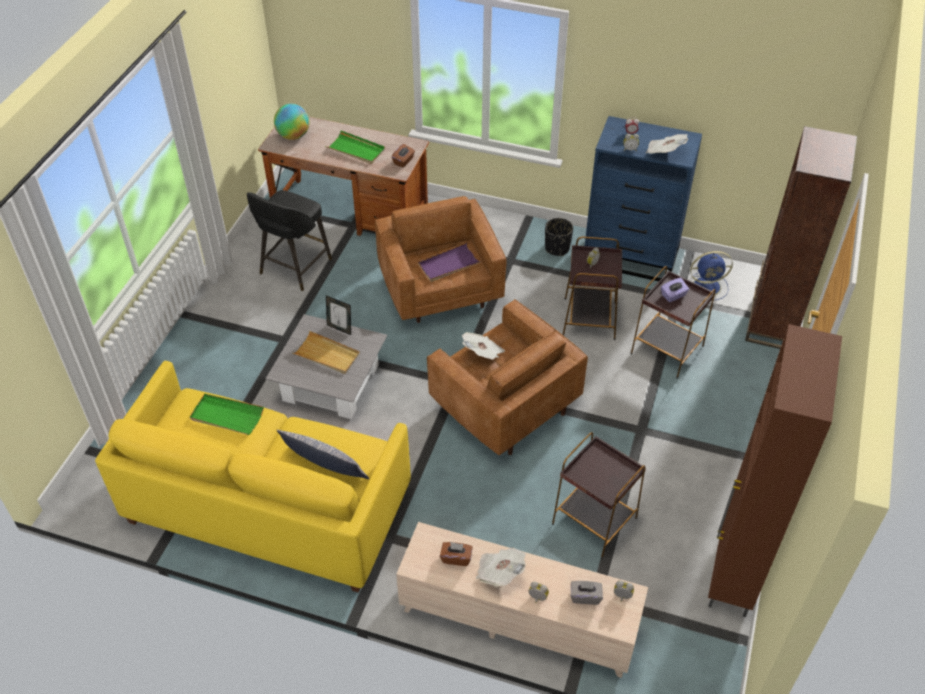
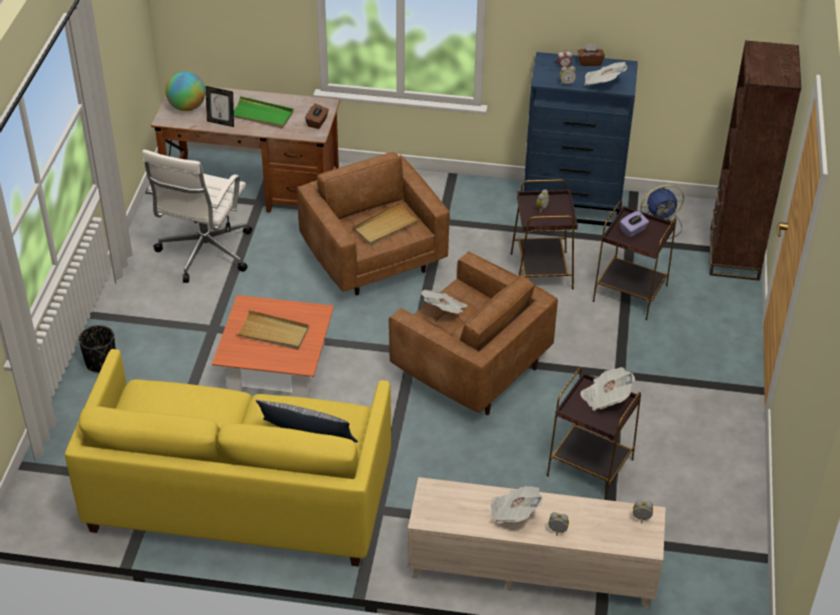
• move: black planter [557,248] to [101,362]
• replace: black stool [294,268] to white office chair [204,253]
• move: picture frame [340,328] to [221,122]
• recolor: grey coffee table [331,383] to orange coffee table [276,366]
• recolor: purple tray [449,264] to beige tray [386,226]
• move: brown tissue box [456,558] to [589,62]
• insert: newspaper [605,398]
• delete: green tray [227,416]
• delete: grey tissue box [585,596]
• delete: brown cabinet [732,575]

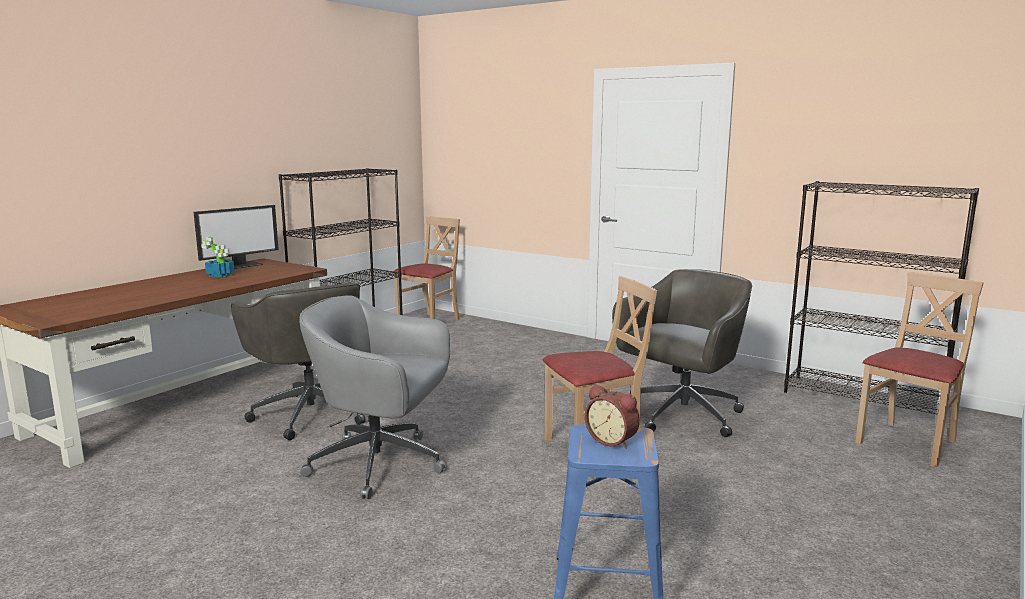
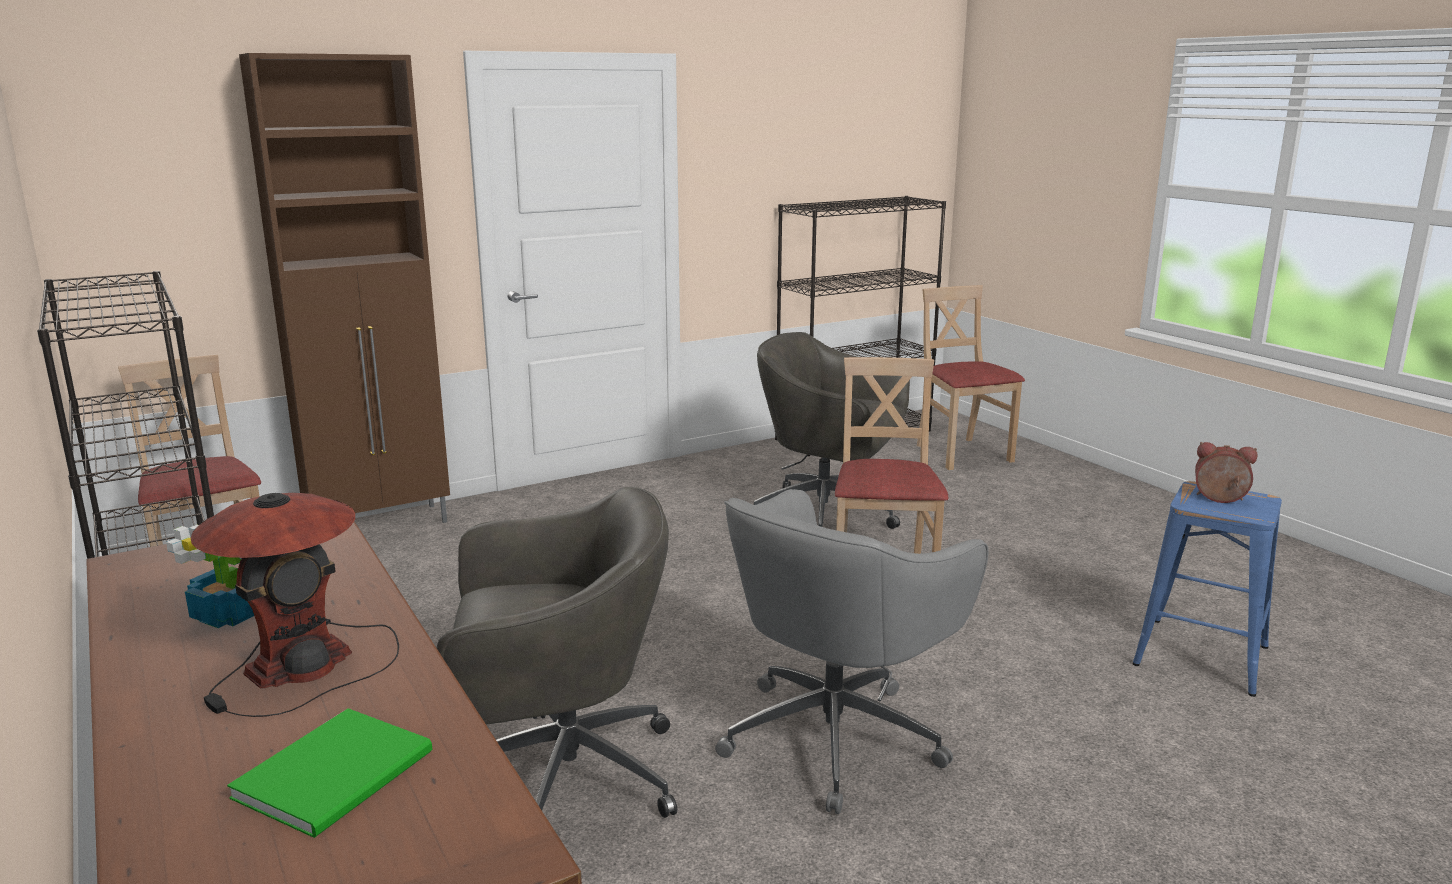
• insert: table lamp [302,663]
• insert: green book [341,773]
• insert: brown cabinet [381,525]
• rotate: grey office chair [681,416] = [828,516] 45 degrees counterclockwise
• rotate: alarm clock [612,440] = [1219,500] 135 degrees counterclockwise
• delete: monitor [241,265]

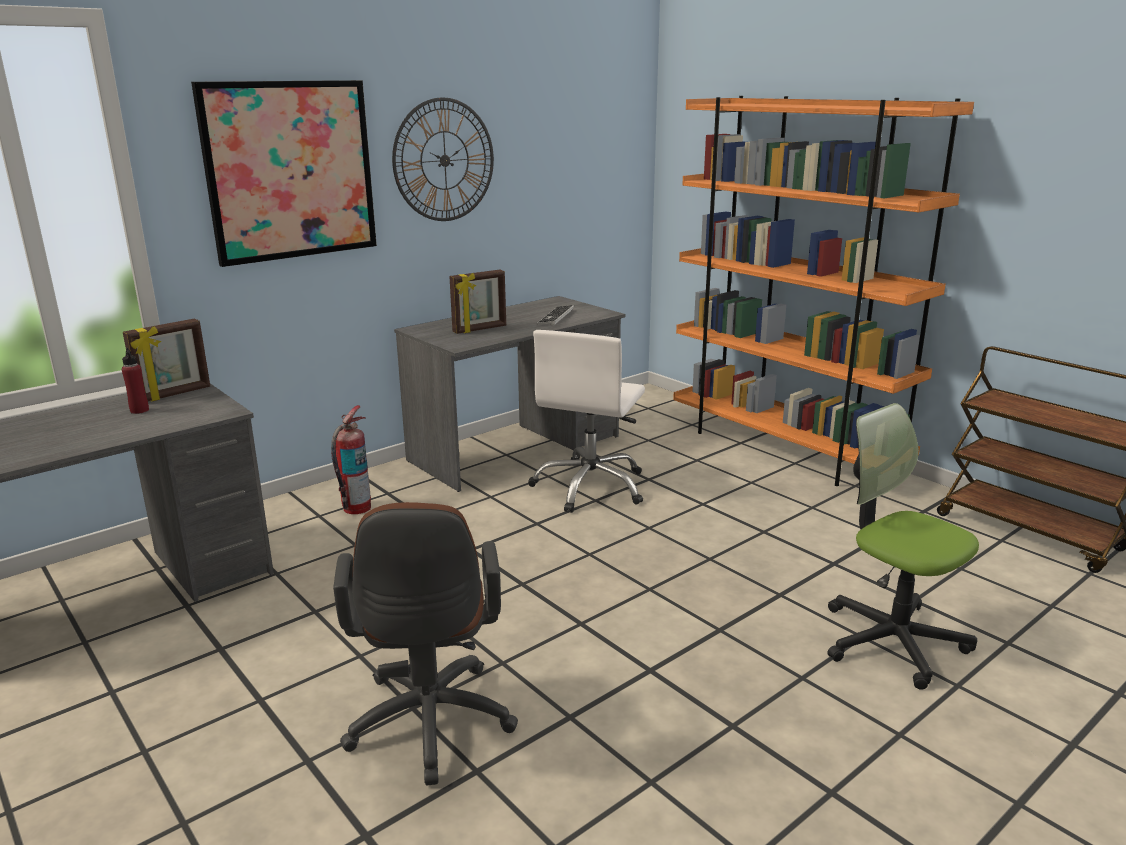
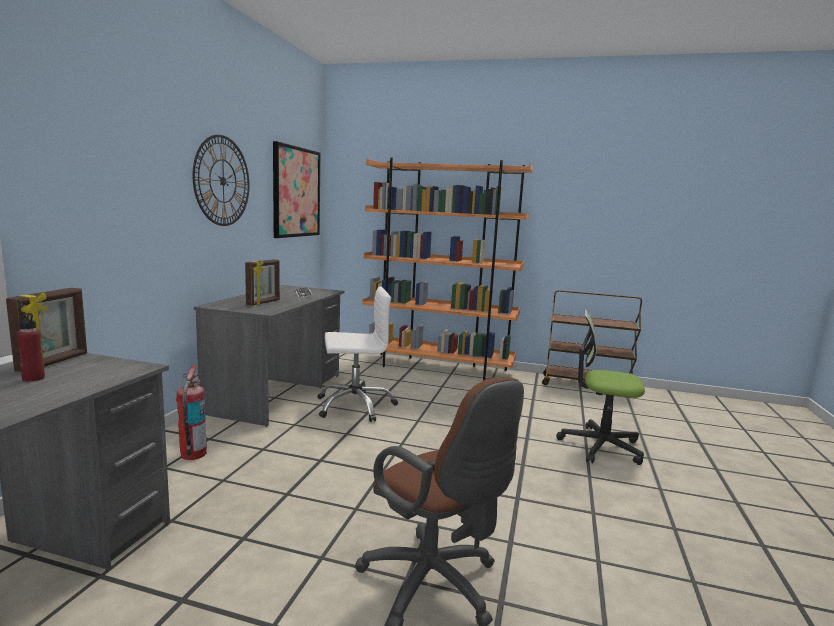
• move: picture [290,170] to [296,192]
• rotate: white office chair [590,487] = [355,405] 90 degrees counterclockwise

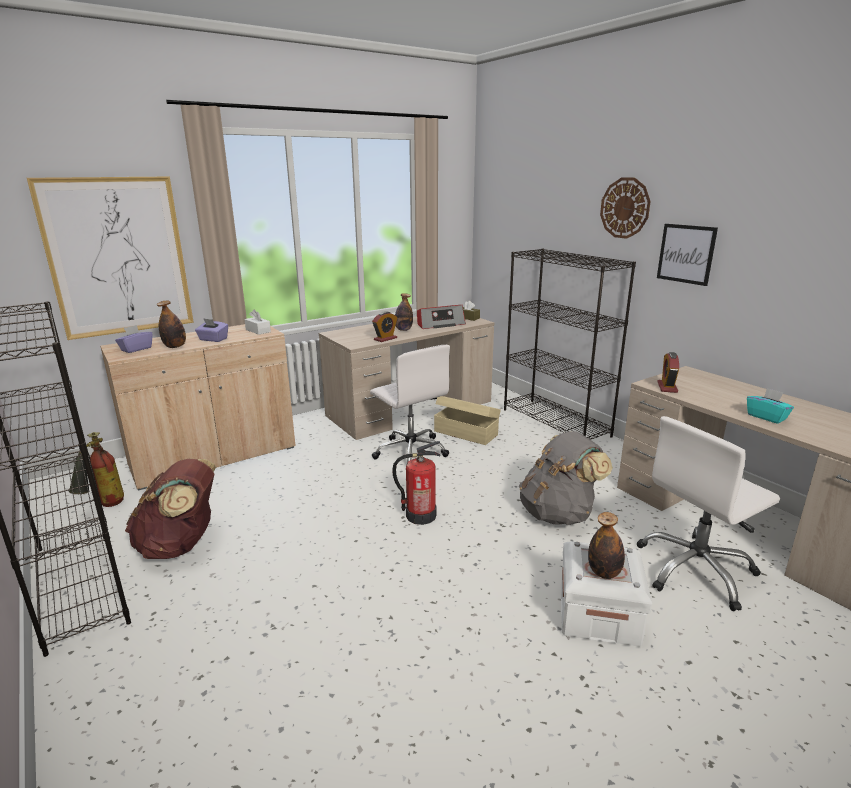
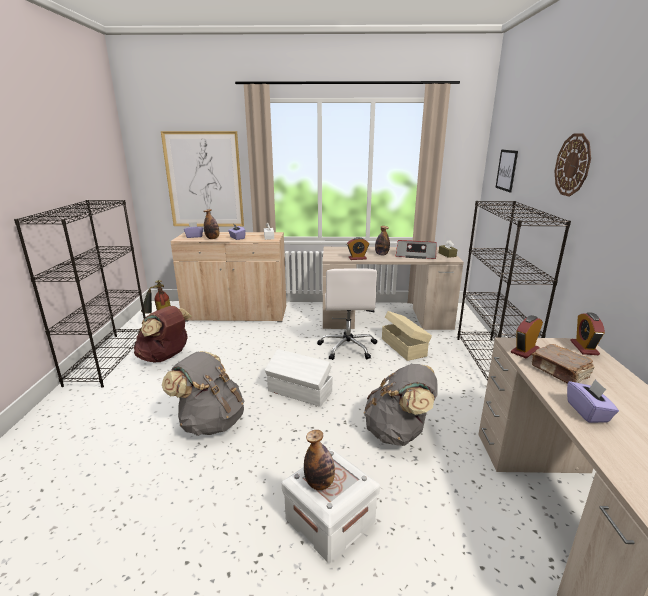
• insert: grey backpack [210,422]
• replace: fire extinguisher [420,515] to white storage box [300,392]
• move: picture [686,254] to [506,170]
• insert: brown book [560,372]
• recolor: turquoise tissue box [766,417] to purple tissue box [588,412]
• insert: alarm clock [584,348]
• delete: white office chair [695,570]

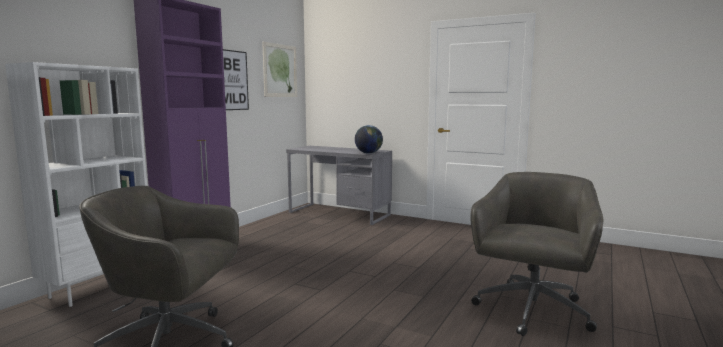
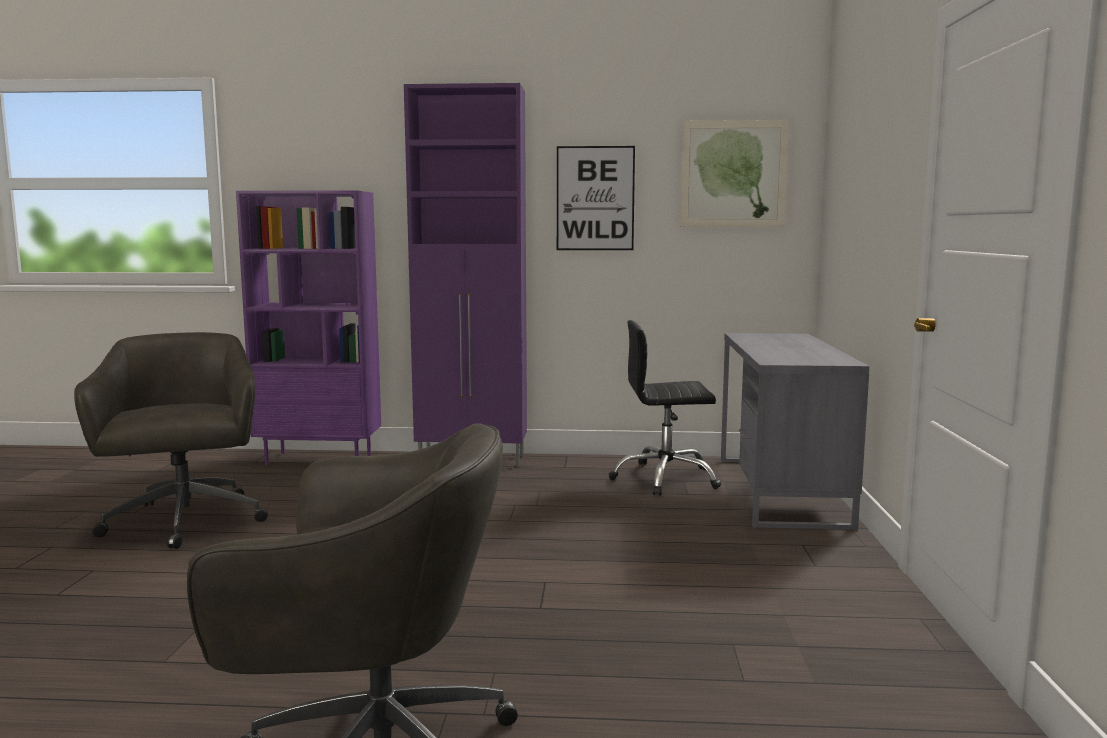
• recolor: white bookcase [99,286] to purple bookcase [320,459]
• insert: black office chair [665,479]
• delete: globe [368,153]

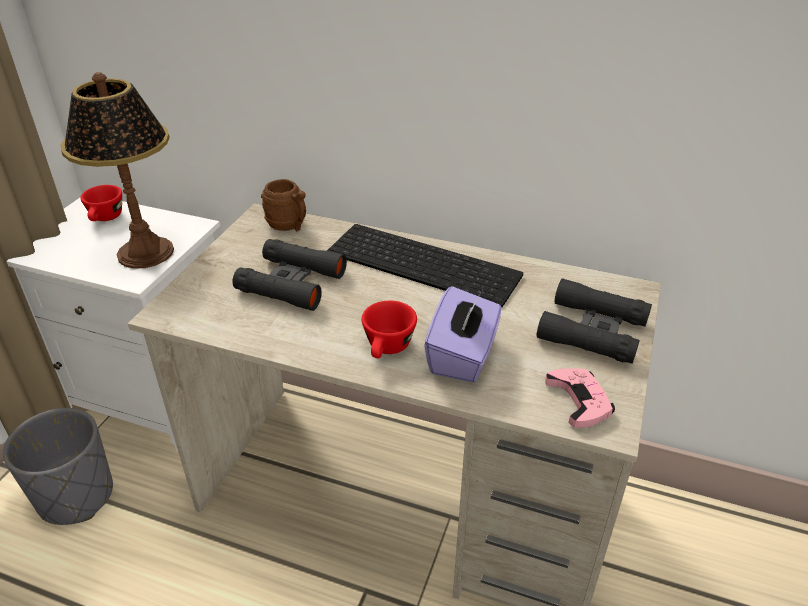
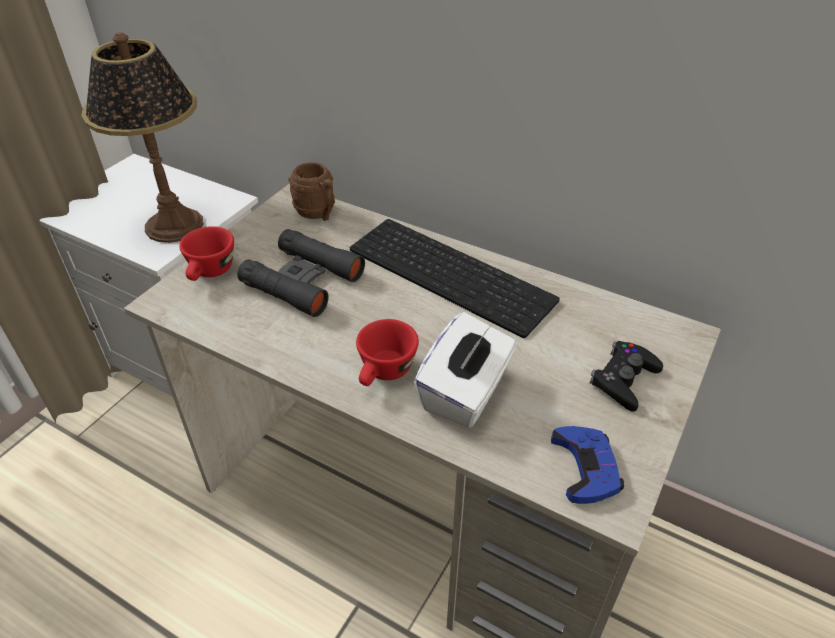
• move: red cup [105,219] to [210,273]
• recolor: purple tissue box [463,356] to white tissue box [465,392]
• recolor: pink game controller [579,400] to blue game controller [586,468]
• replace: black binoculars [592,330] to black game controller [624,380]
• delete: grey planter [76,496]

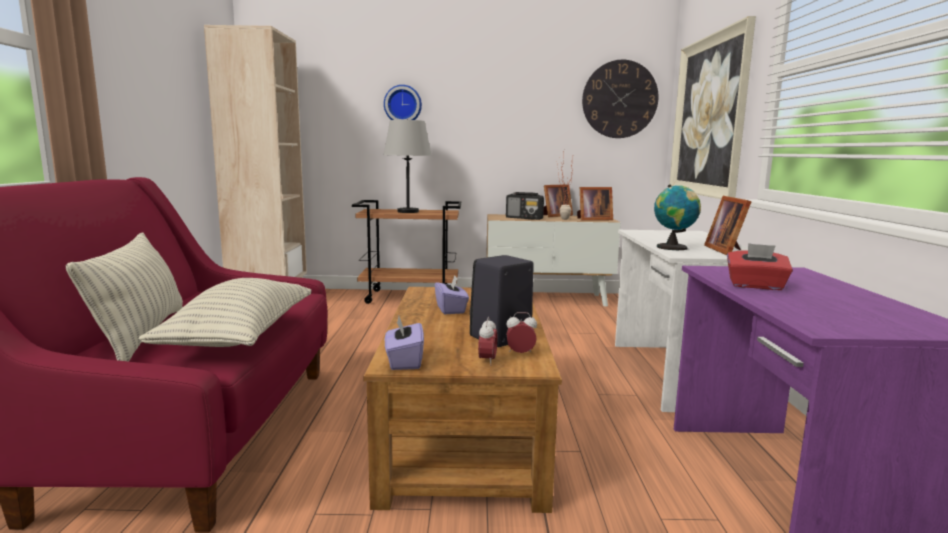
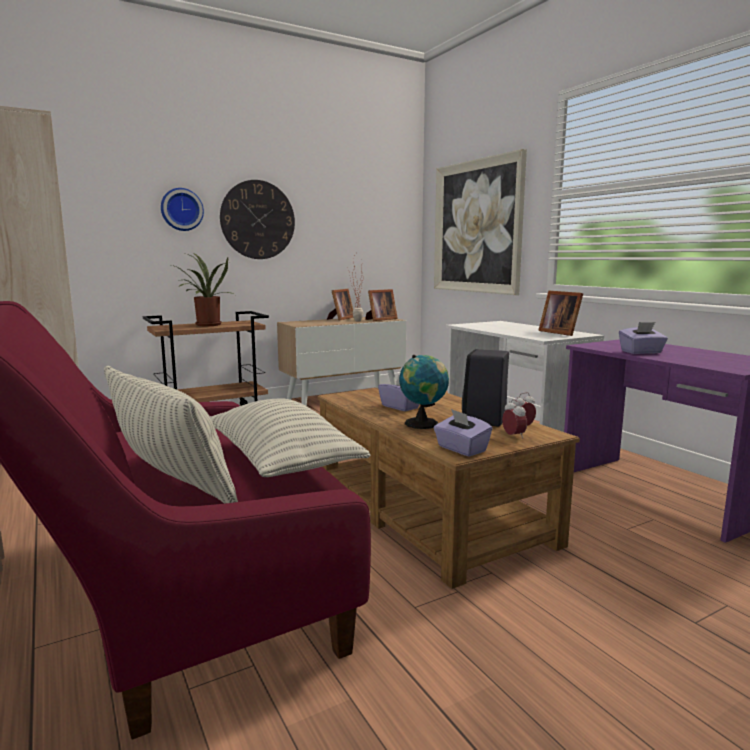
• replace: grey table lamp [407,211] to potted plant [206,325]
• move: wall clock [619,99] to [258,220]
• move: globe [674,248] to [423,424]
• recolor: red tissue box [755,286] to purple tissue box [641,352]
• delete: radio [524,218]

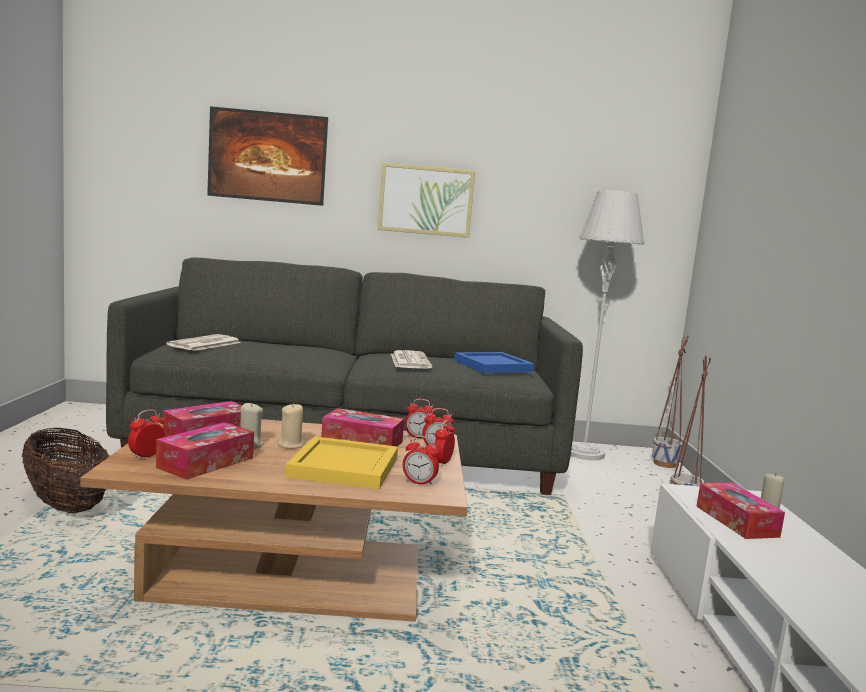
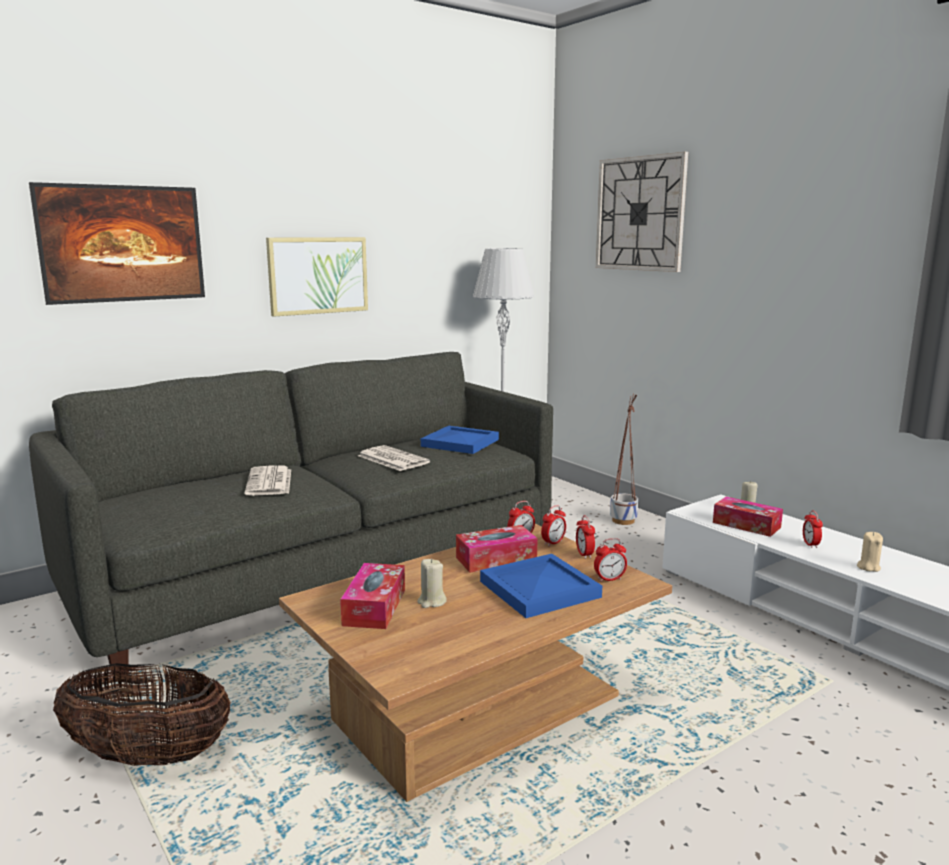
• move: newspaper [204,344] to [269,482]
• recolor: yellow tray [345,468] to blue tray [541,589]
• insert: wall clock [640,214]
• move: alarm clock [147,456] to [810,544]
• move: beige candle [291,445] to [868,567]
• delete: tissue box [206,462]
• delete: planter [664,464]

